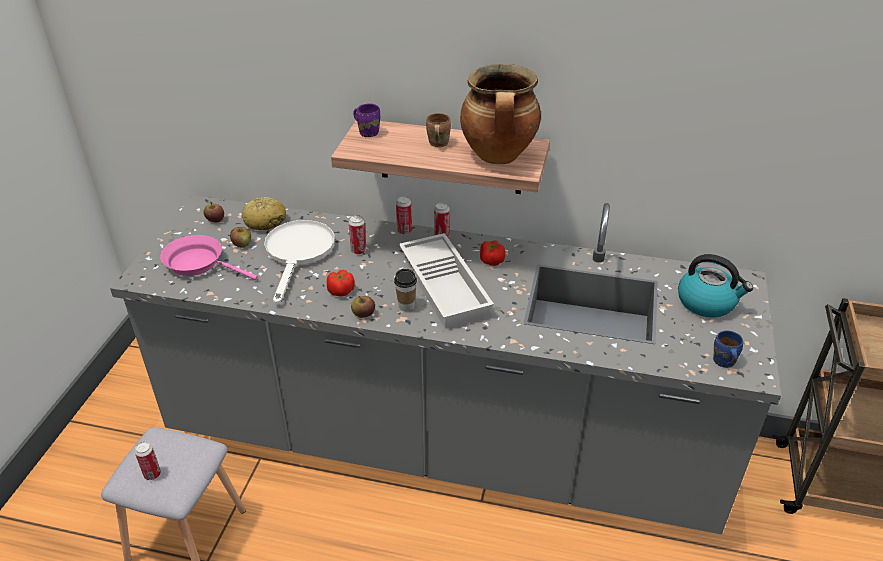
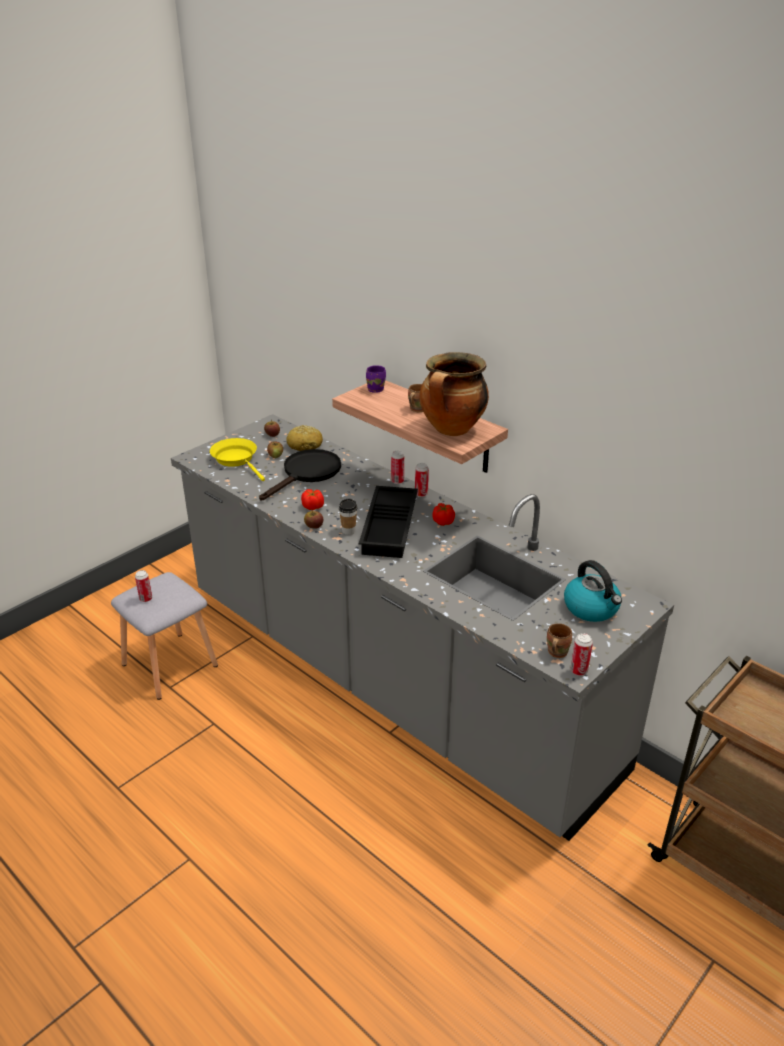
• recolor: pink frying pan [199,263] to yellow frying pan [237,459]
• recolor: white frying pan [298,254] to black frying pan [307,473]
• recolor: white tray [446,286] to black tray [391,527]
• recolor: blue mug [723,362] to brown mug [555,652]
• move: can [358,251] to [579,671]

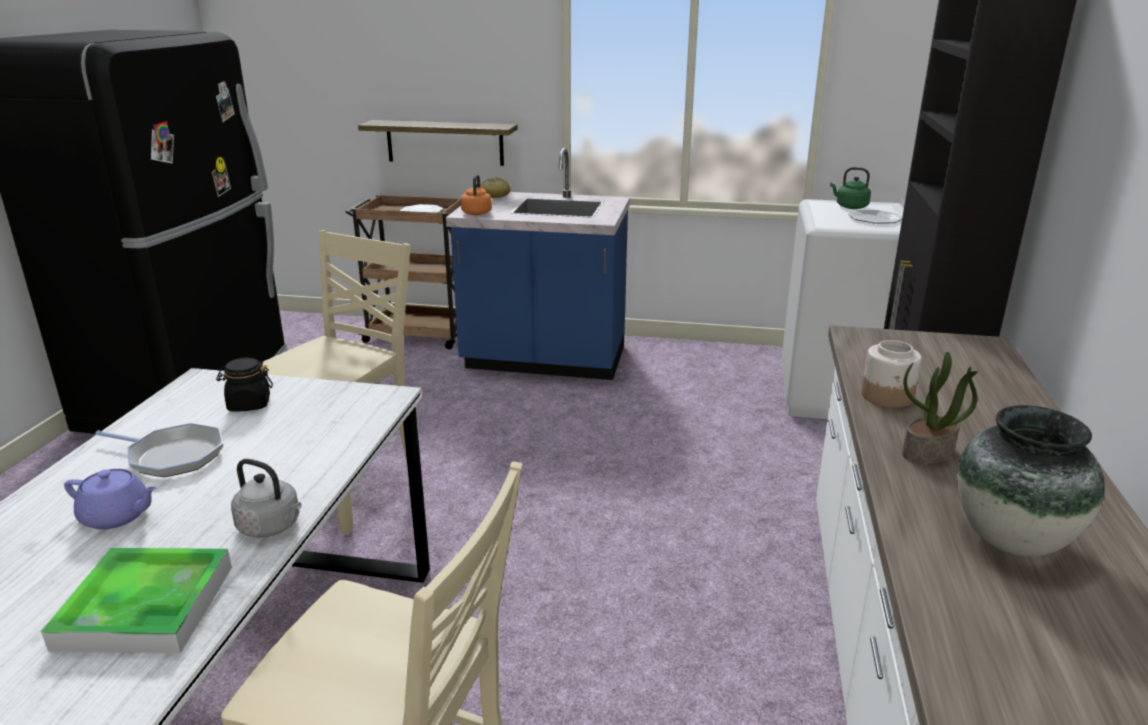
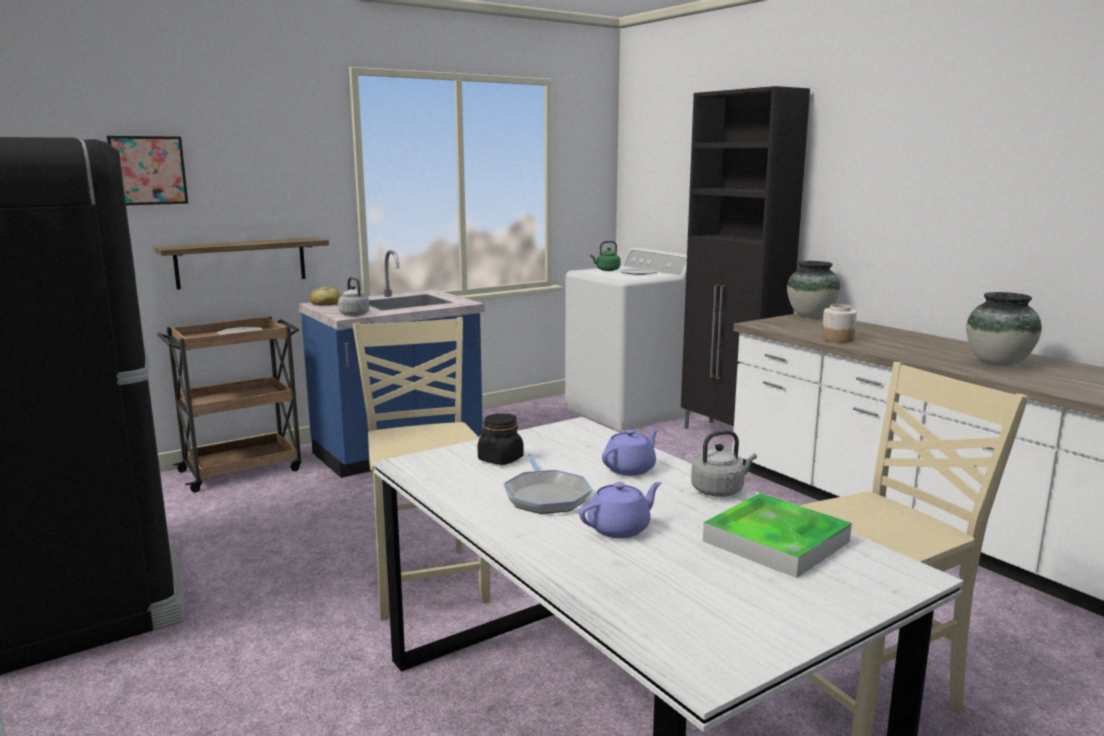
• insert: picture [148,170]
• recolor: orange kettle [477,212] to grey kettle [353,314]
• rotate: frying pan [172,456] = [545,496] 105 degrees clockwise
• insert: purple teapot [630,469]
• insert: vase [811,316]
• delete: potted plant [928,453]

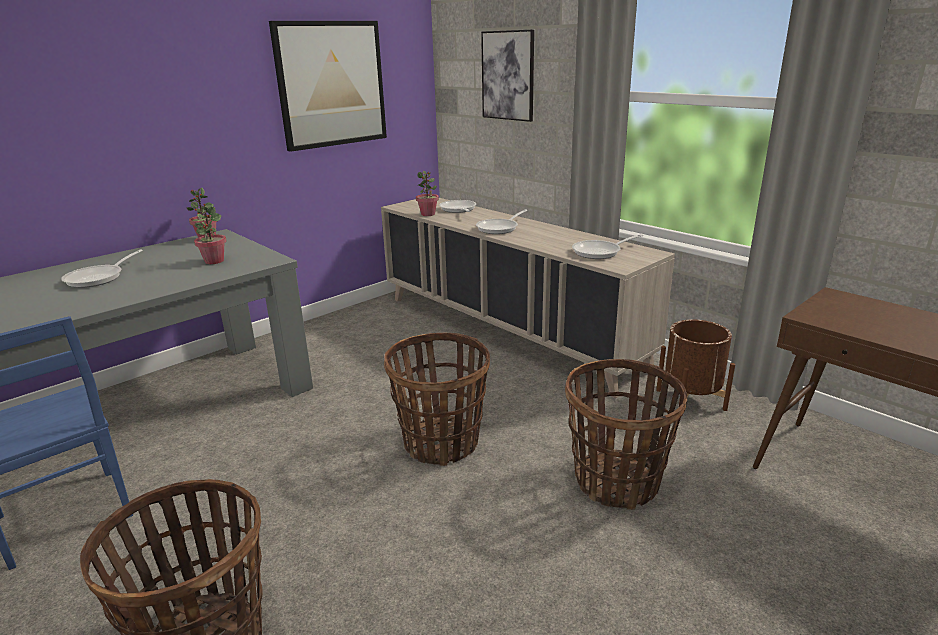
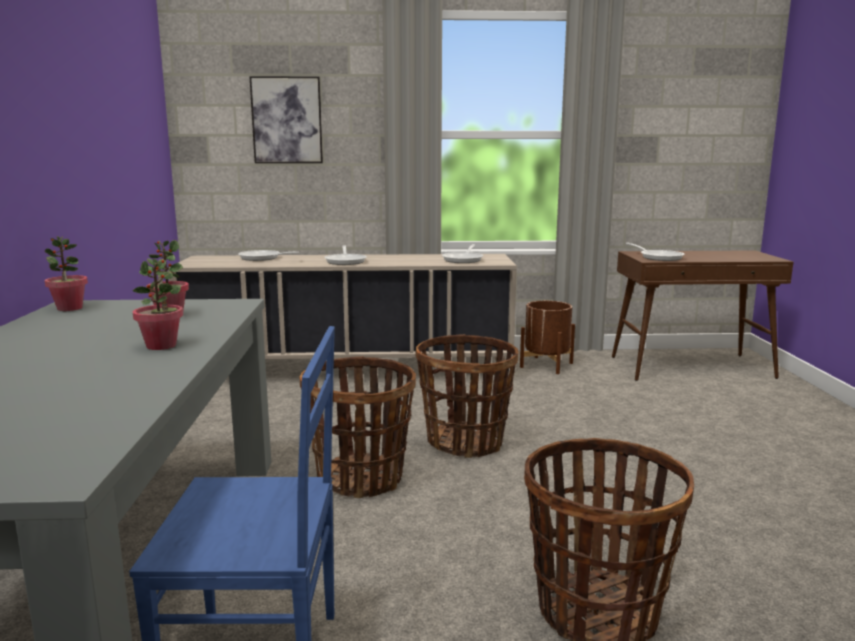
• move: potted plant [428,214] to [161,346]
• move: basket [617,481] to [361,478]
• move: frying pan [99,278] to [658,257]
• delete: picture [331,84]

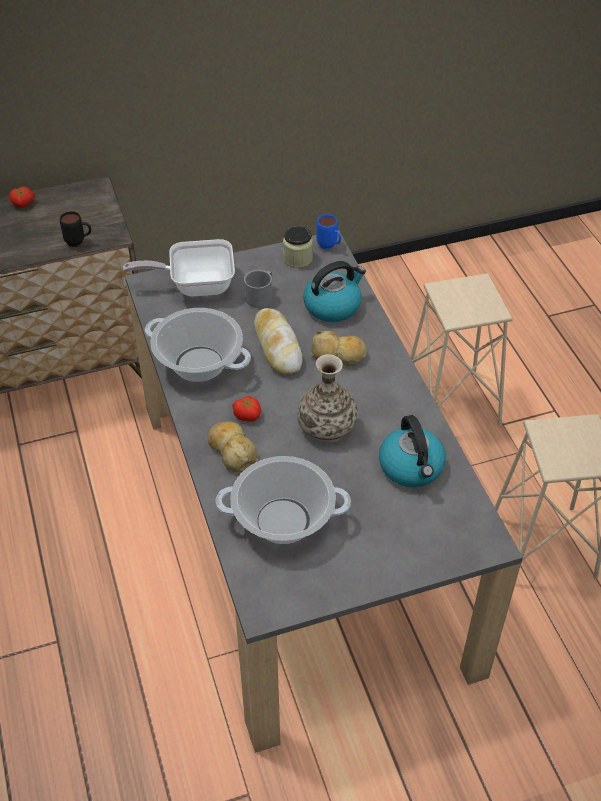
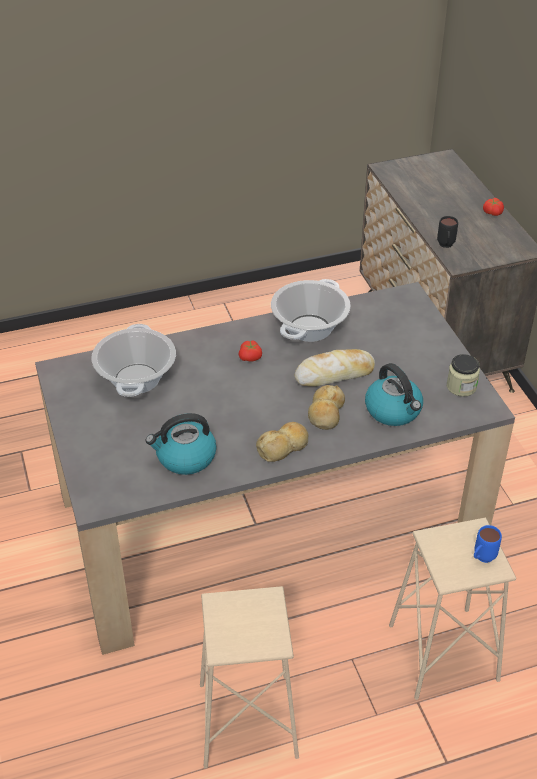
• move: bread [232,451] to [283,447]
• move: blue mug [329,247] to [481,559]
• delete: frying pan [195,285]
• delete: grey mug [261,296]
• delete: vase [327,427]

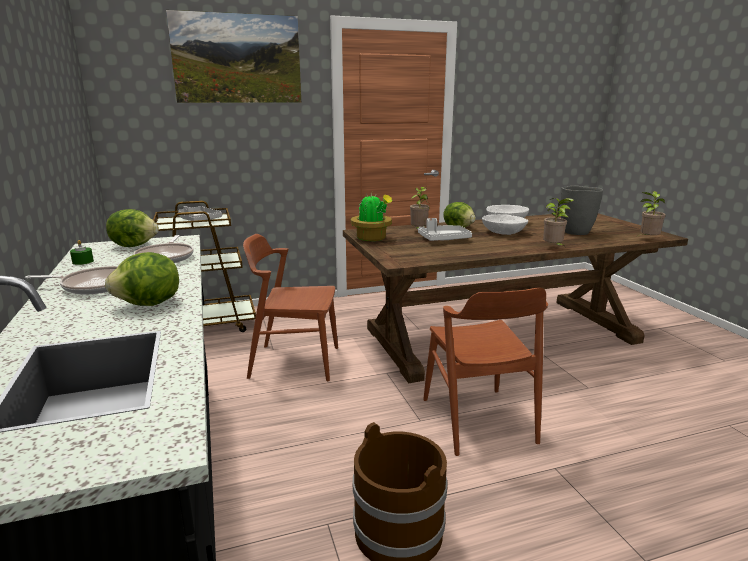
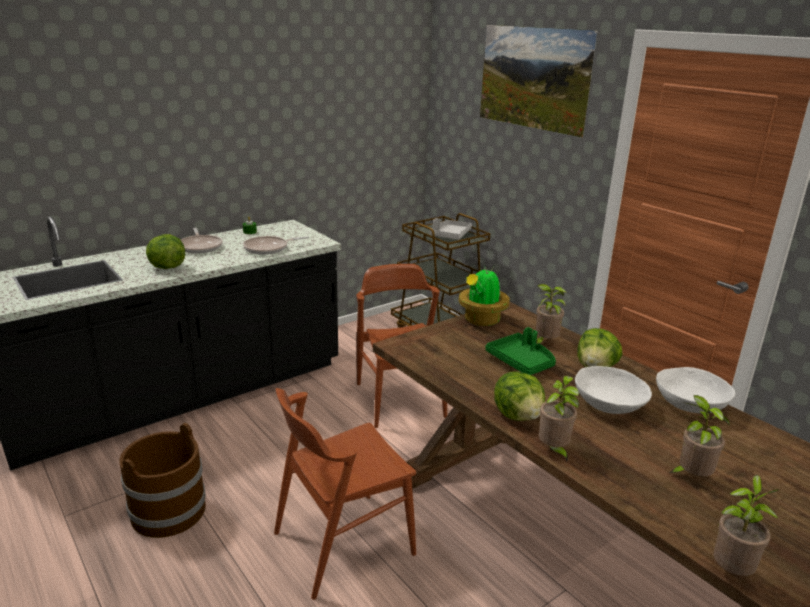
• recolor: white tray [443,239] to green tray [521,362]
• move: lettuce [134,245] to [518,415]
• replace: grey vase [575,232] to potted plant [690,476]

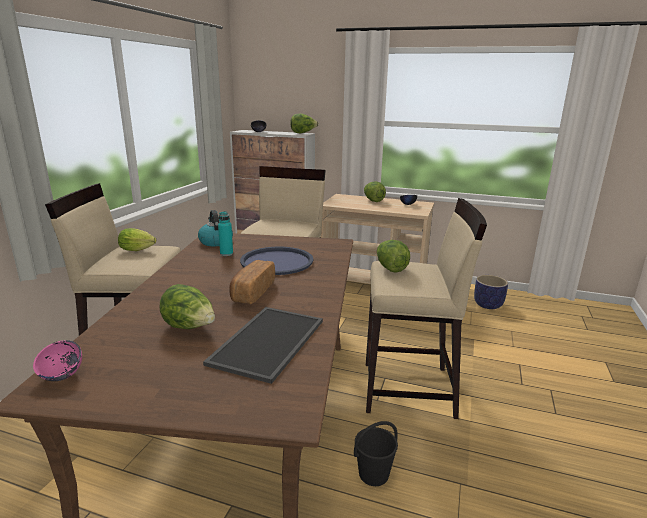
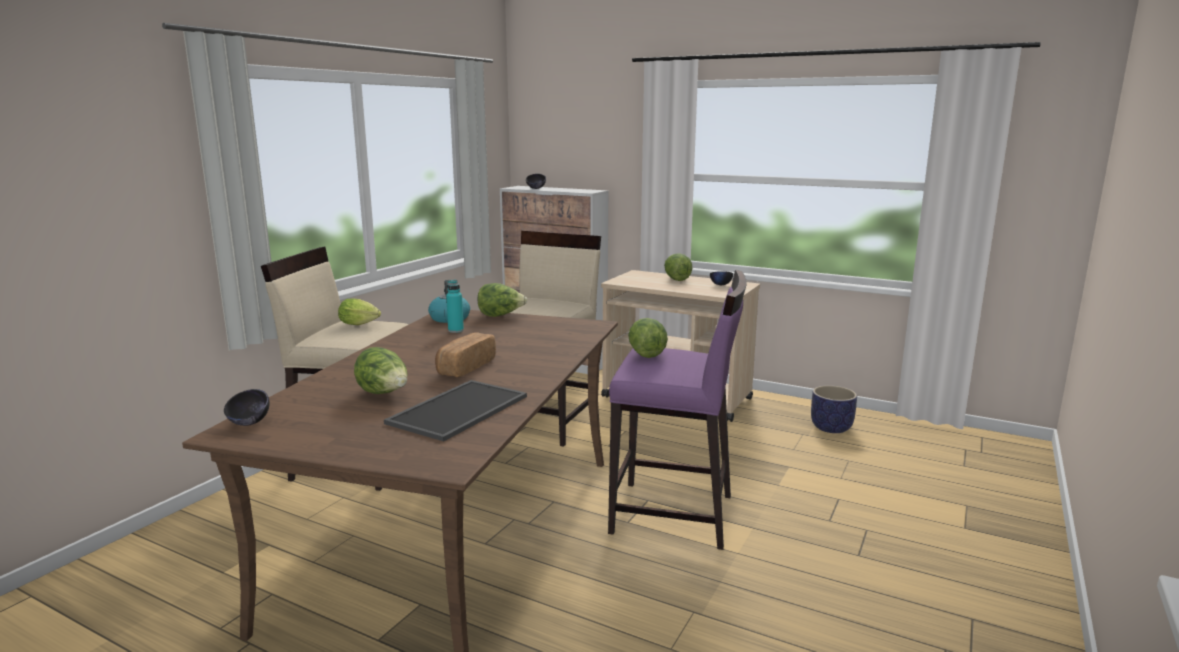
• recolor: pink bowl [62,376] to black bowl [249,423]
• move: lettuce [303,133] to [500,315]
• recolor: beige stool [409,389] to purple stool [673,514]
• delete: blue tray [276,262]
• delete: black bucket [374,474]

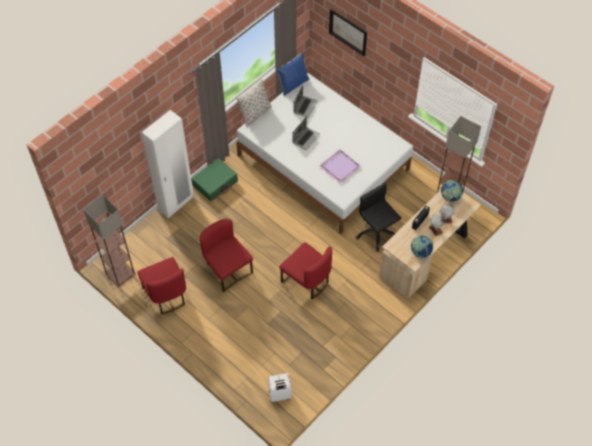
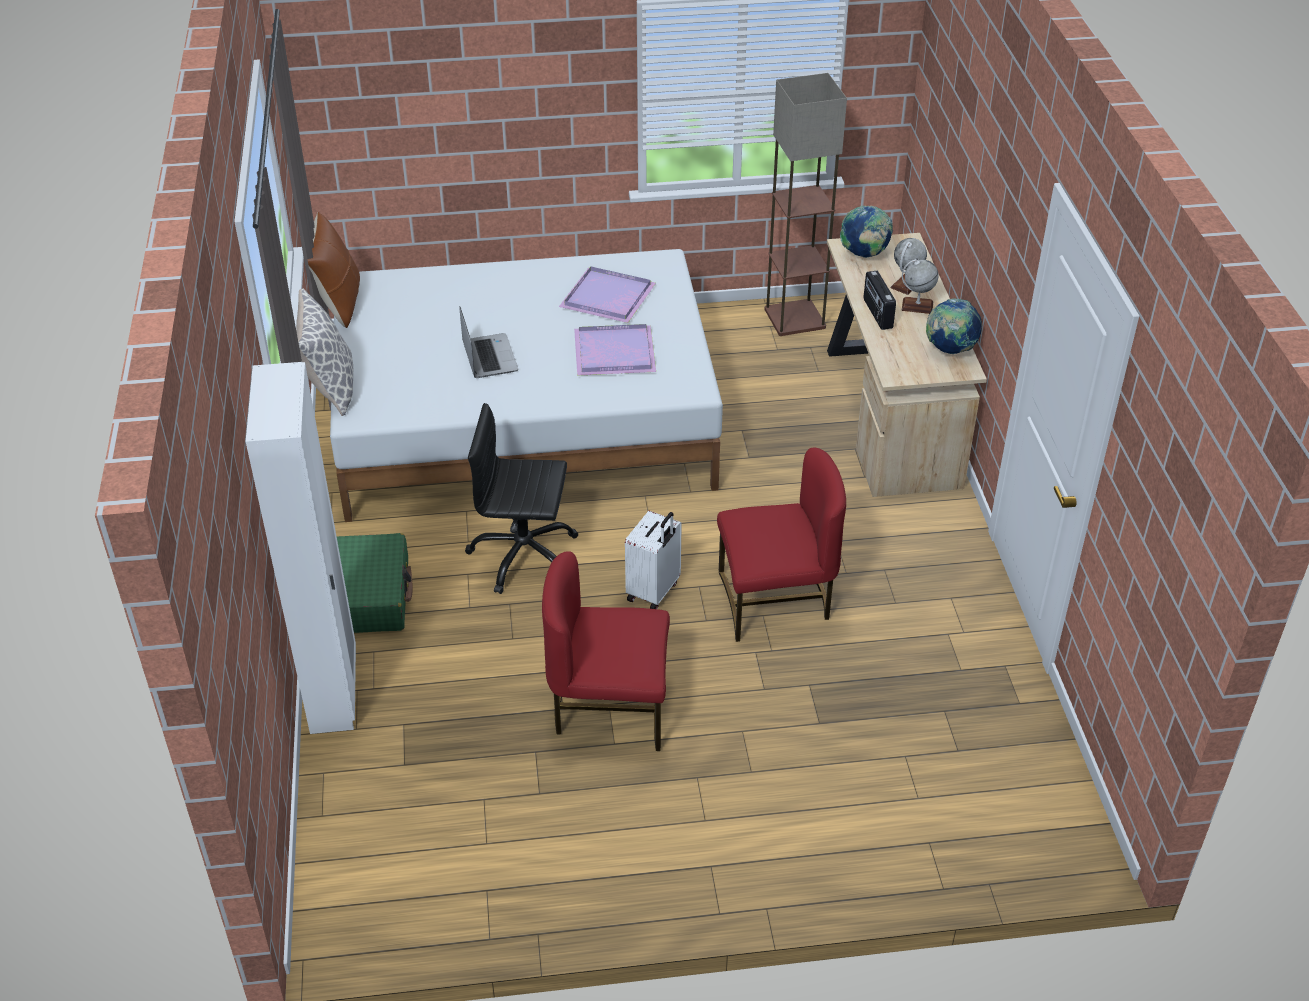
• recolor: blue pillow [293,84] to brown pillow [338,303]
• move: black office chair [376,233] to [524,556]
• insert: purple tray [608,298]
• move: white suitcase [279,395] to [654,592]
• delete: floor lamp [120,273]
• delete: red chair [166,295]
• delete: laptop [305,107]
• delete: picture [348,32]

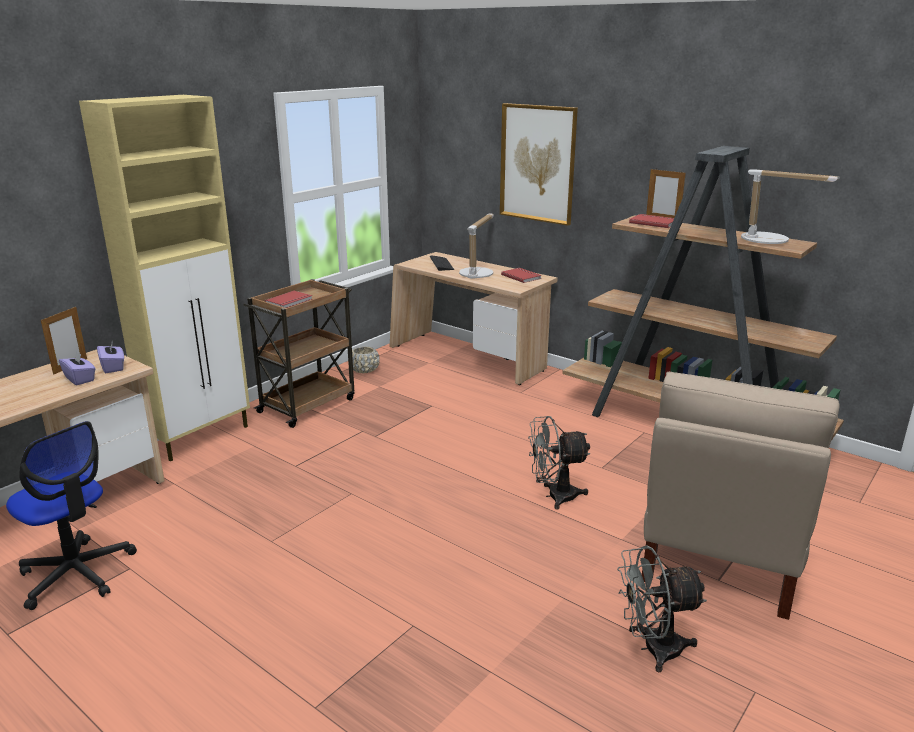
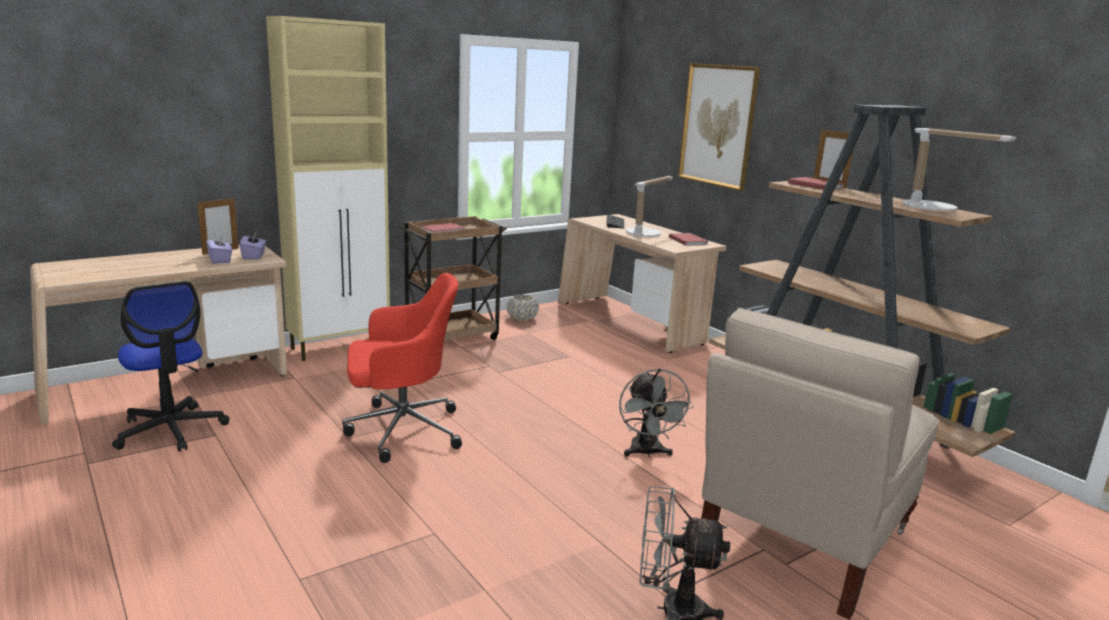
• insert: red office chair [401,430]
• rotate: grey fan [554,496] = [647,453] 105 degrees counterclockwise

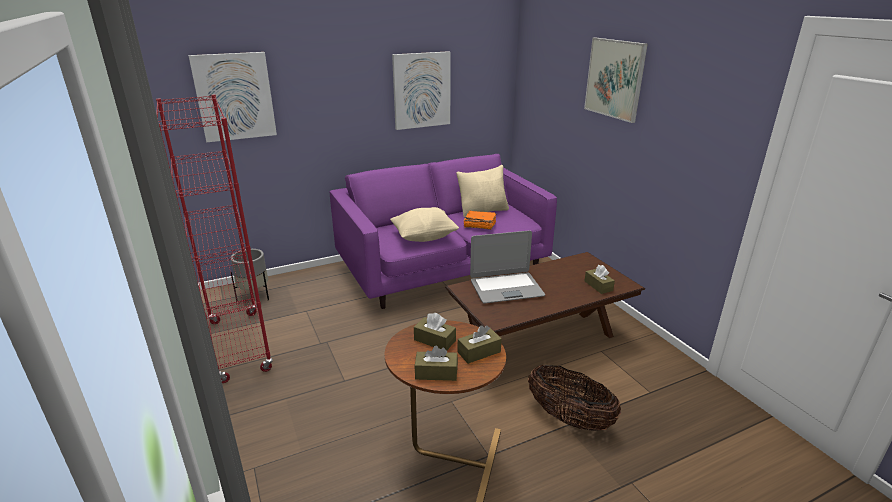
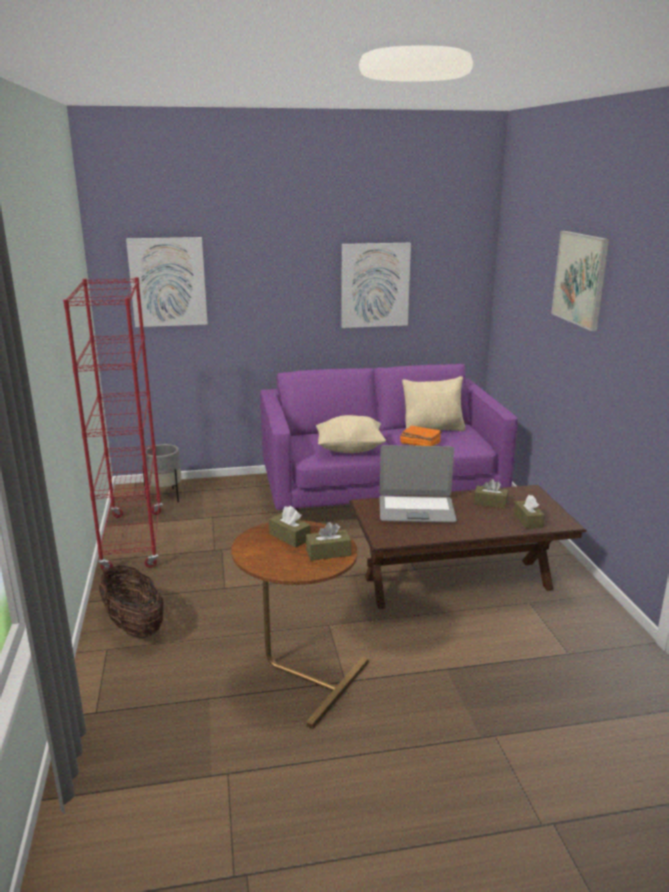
• move: basket [569,418] to [134,626]
• move: brown tissue box [436,373] to [490,503]

